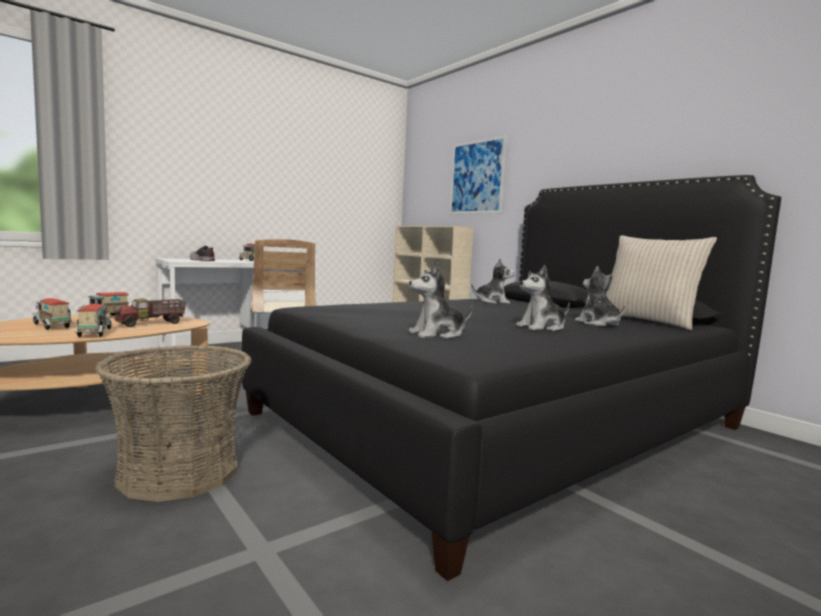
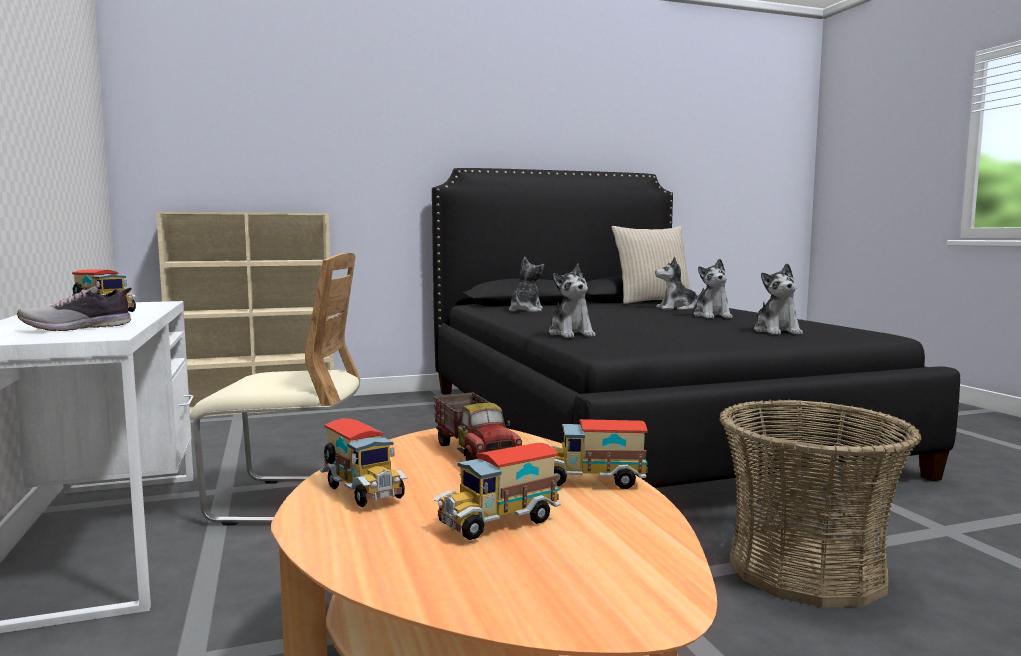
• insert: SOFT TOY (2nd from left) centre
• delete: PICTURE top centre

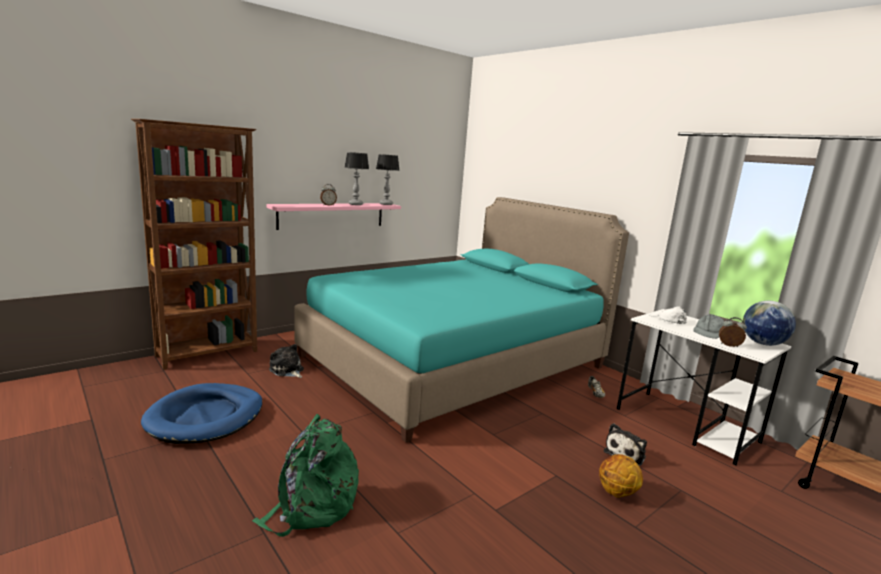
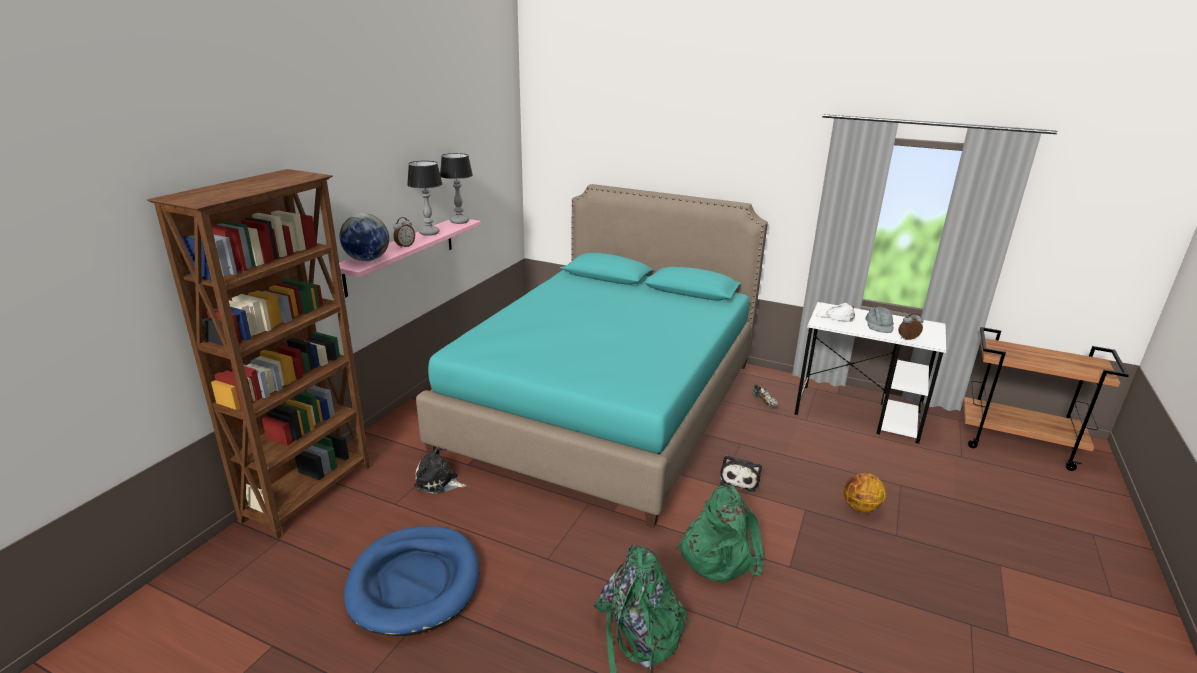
• move: DESK GLOBE middle right to middle left
• insert: GREEN RUCKSACK (2nd from left) bottom centre
• move: SOFT TOY (2nd from left) bottom right to bottom centre

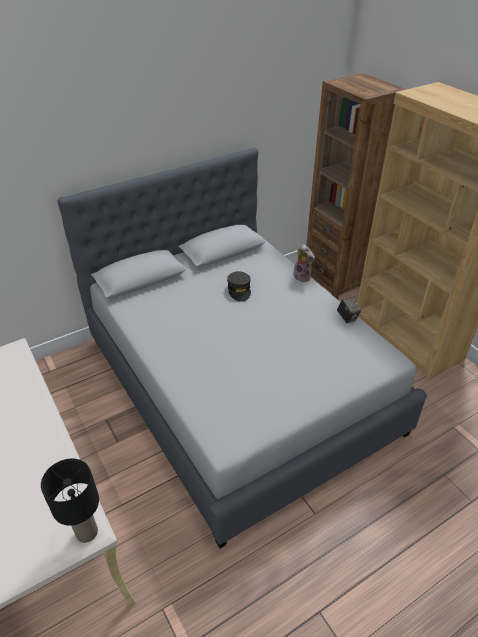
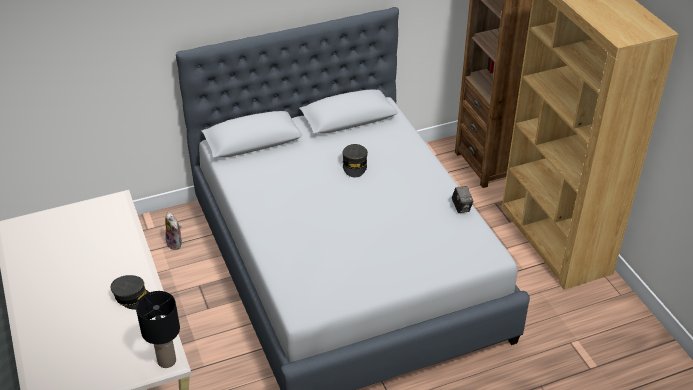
• insert: GREY PEAKED CAP (1st from left) bottom left
• move: SOFT TOY centre to middle left

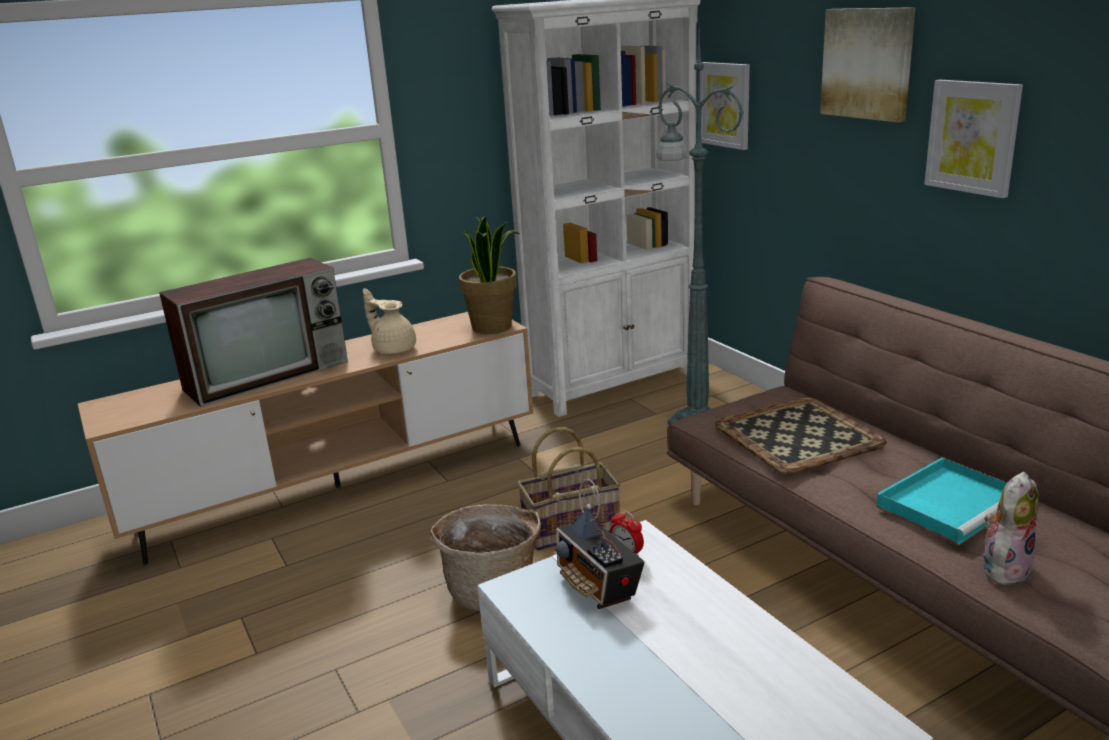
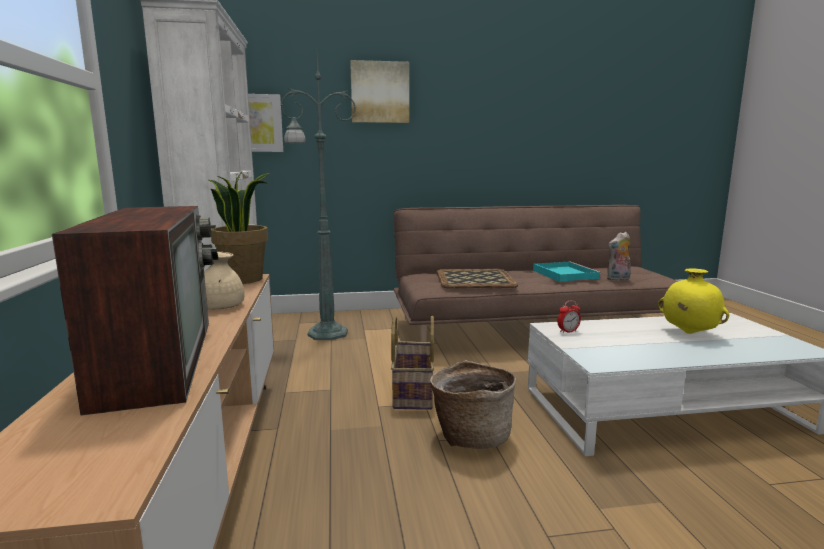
• rotate: SOFT TOY bottom right = middle right 90 degrees counterclockwise
• insert: YELLOW FLOWER VASE middle right
• delete: RADIO bottom centre
• delete: PICTURE (3rd from left) top right

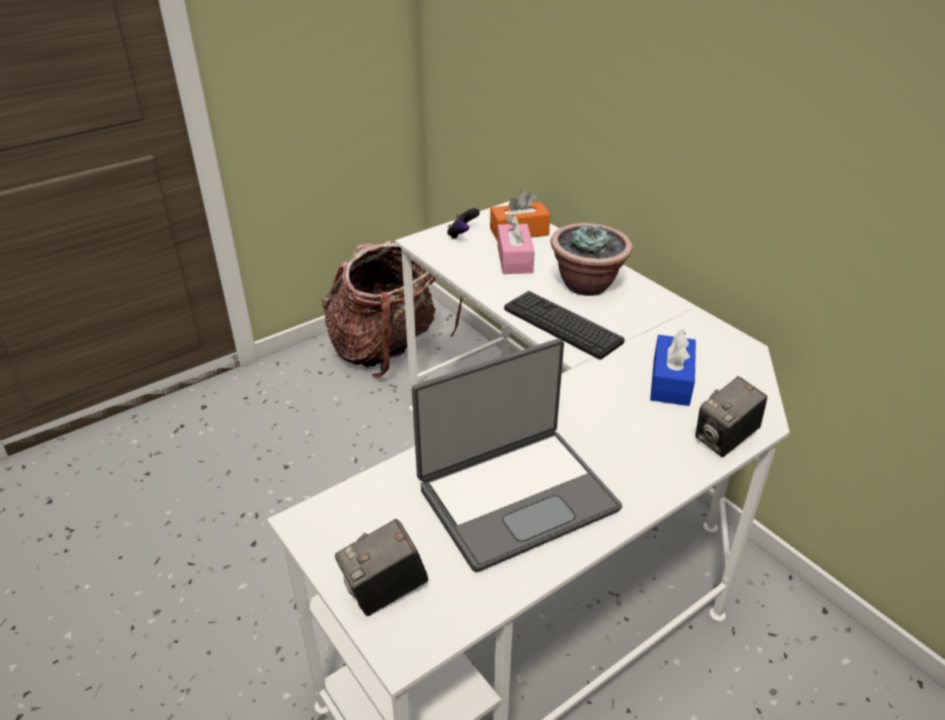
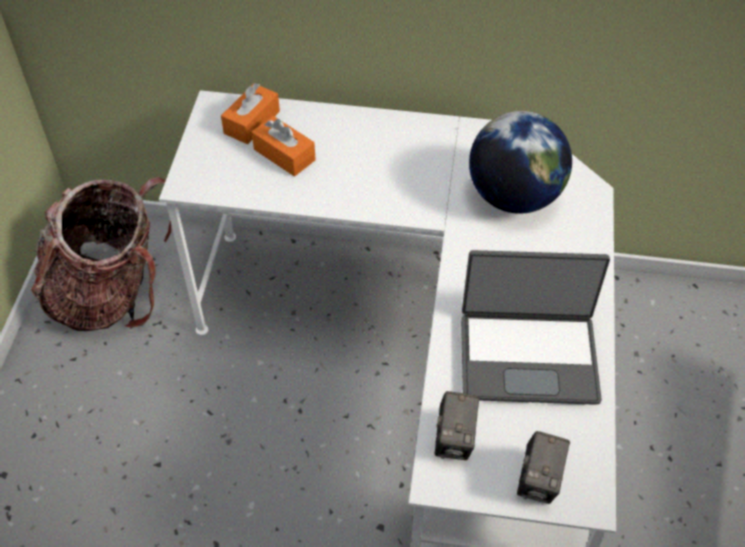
• recolor: PINK-COLOURED BOX OF TISSUES centre to ORANGEY BOX OF TISSUES (2nd from left) top centre
• move: STILL CAMERA (2nd from left in the first image) middle right to STILL CAMERA (1st from left) bottom centre
• rotate: NOTEBOOK COMPUTER centre = middle right 75 degrees clockwise
• replace: BLUE-COLOURED BOX OF TISSUES middle right to DESK GLOBE top right
• delete: GAMEPAD top centre
• delete: COMPUTER KEYBOARD centre
• delete: POTTED PLANT centre

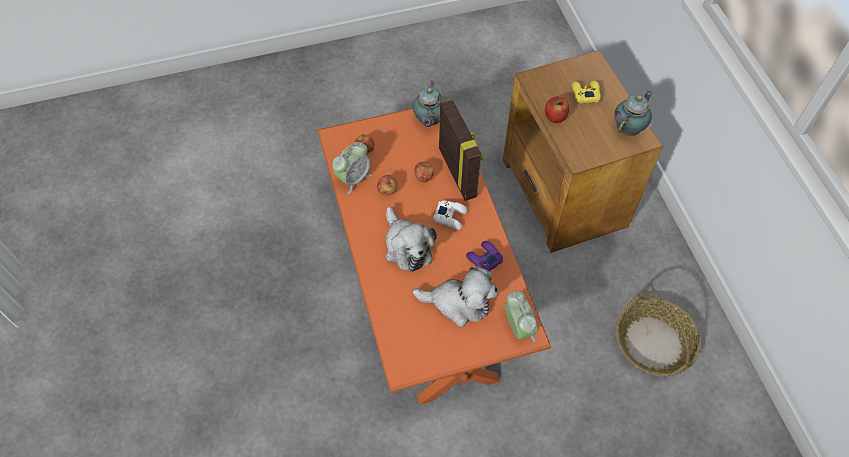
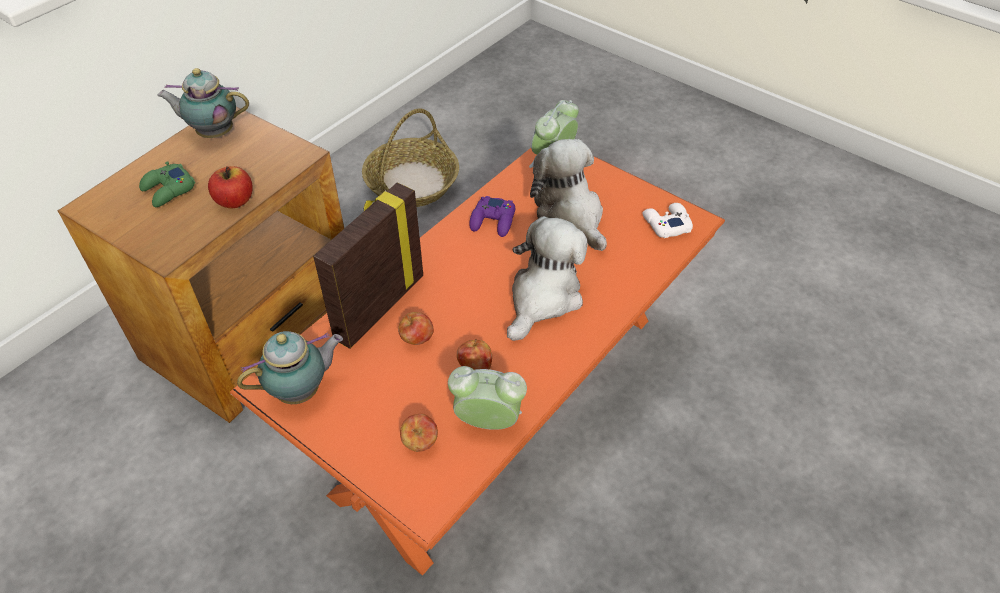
• recolor: YELLOW GAMEPAD top right to GREEN GAMEPAD top left
• move: WHITE-COLOURED GAMEPAD centre to middle right

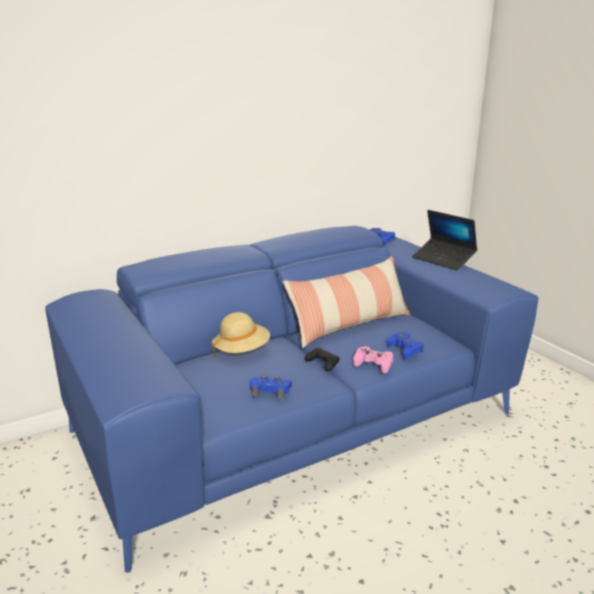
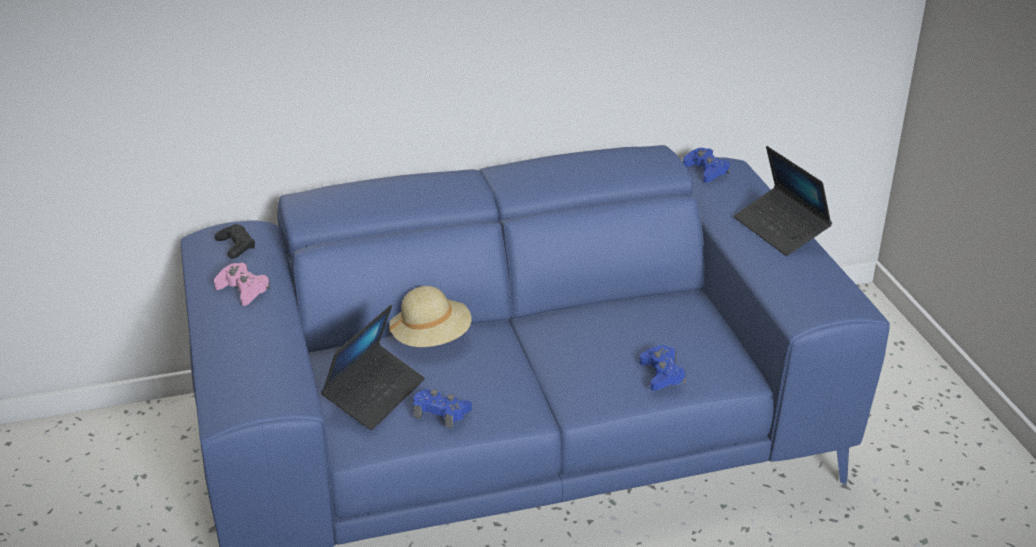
• move: PINK-COLOURED GAMEPAD centre to middle left
• move: BLACK GAMEPAD centre to middle left
• insert: NOTEBOOK COMPUTER (1st from left) bottom centre
• delete: PILLOW centre

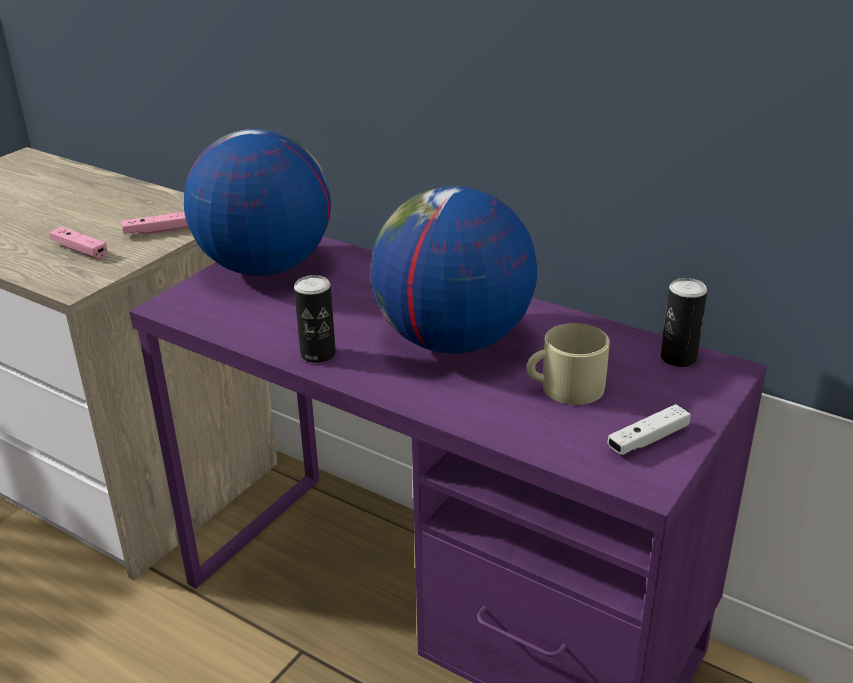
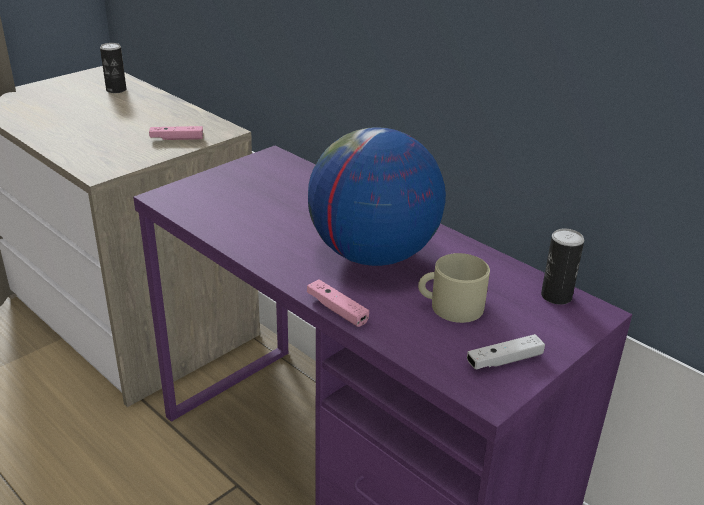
• move: CAN (1st from left) centre to top left
• move: PINK-COLOURED GAMEPAD (1st from left in the first image) middle left to PINK-COLOURED GAMEPAD (2nd from left) centre
• delete: DESK GLOBE (1st from left) top left

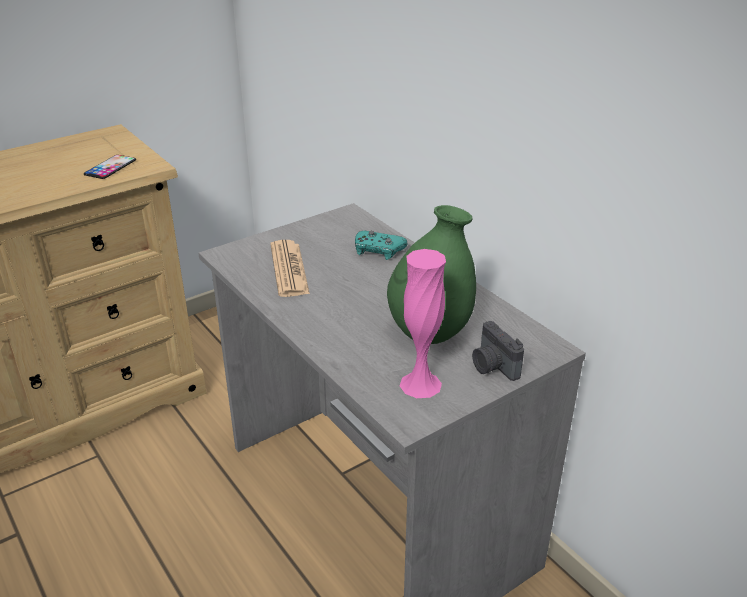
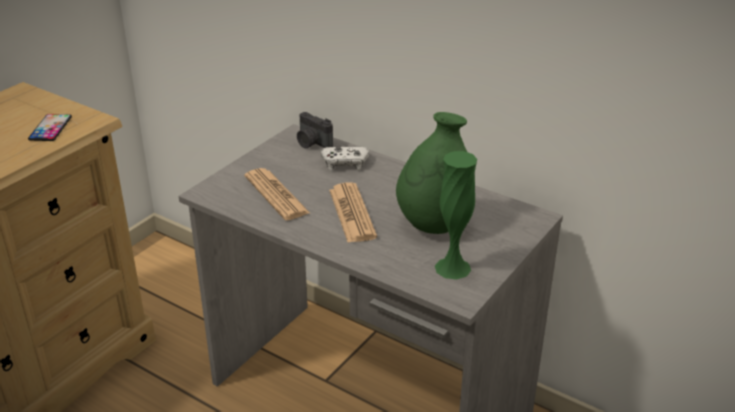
• move: STILL CAMERA middle right to top centre
• recolor: TURQUOISE-COLOURED GAMEPAD centre to WHITE-COLOURED GAMEPAD centre
• insert: NEWSPAPER (2nd from left) centre
• recolor: PINK-COLOURED FLOWER VASE centre to GREEN FLOWER VASE (2nd from left) centre

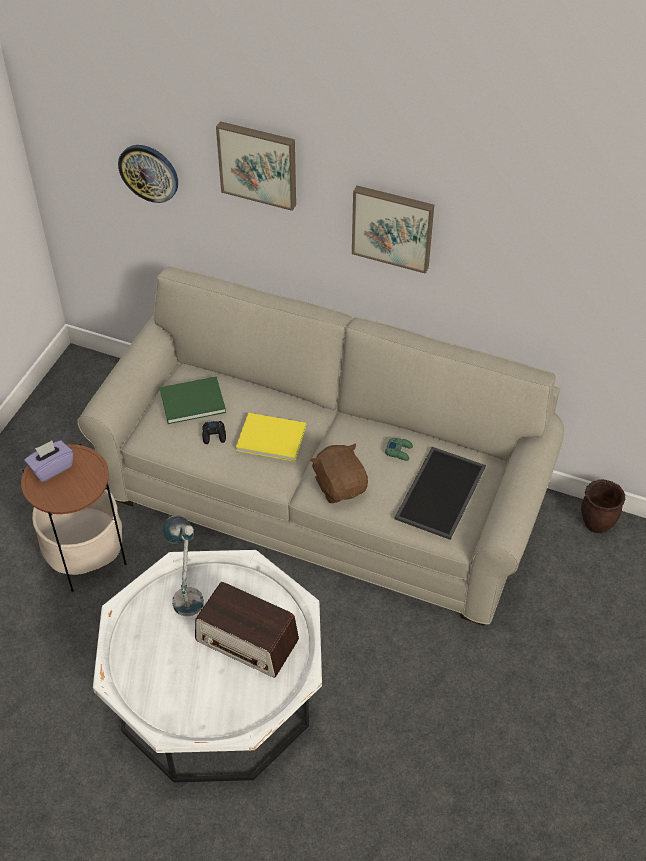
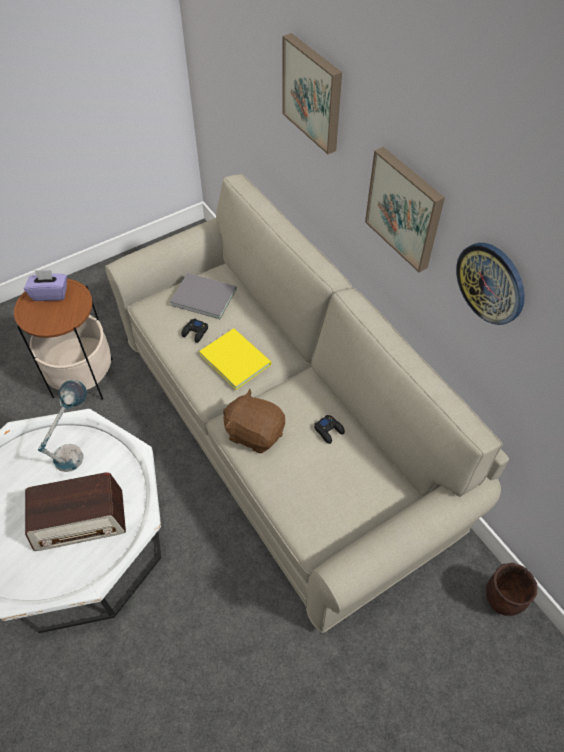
• rotate: RADIO bottom centre = bottom left 75 degrees counterclockwise
• recolor: GREEN VOLUME middle left to GREY VOLUME centre
• rotate: BROWNISH SOFT TOY centre = centre 75 degrees counterclockwise
• recolor: GREEN GAMEPAD centre to BLACK GAMEPAD (2nd from left) centre
• move: HANGING CLOCK top left to middle right
• delete: CARRYING TRAY middle right

